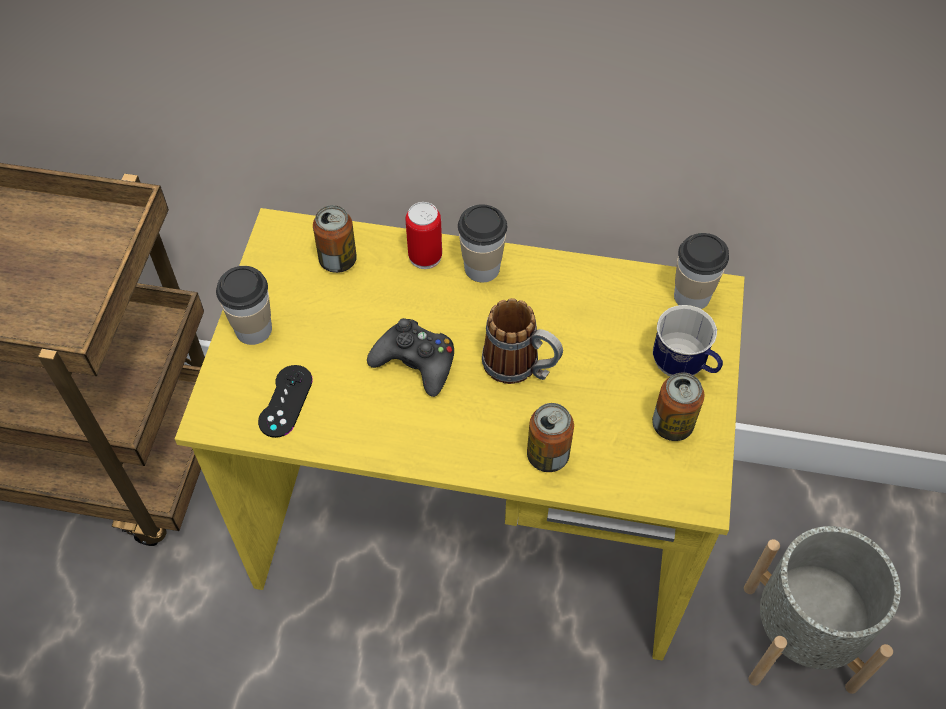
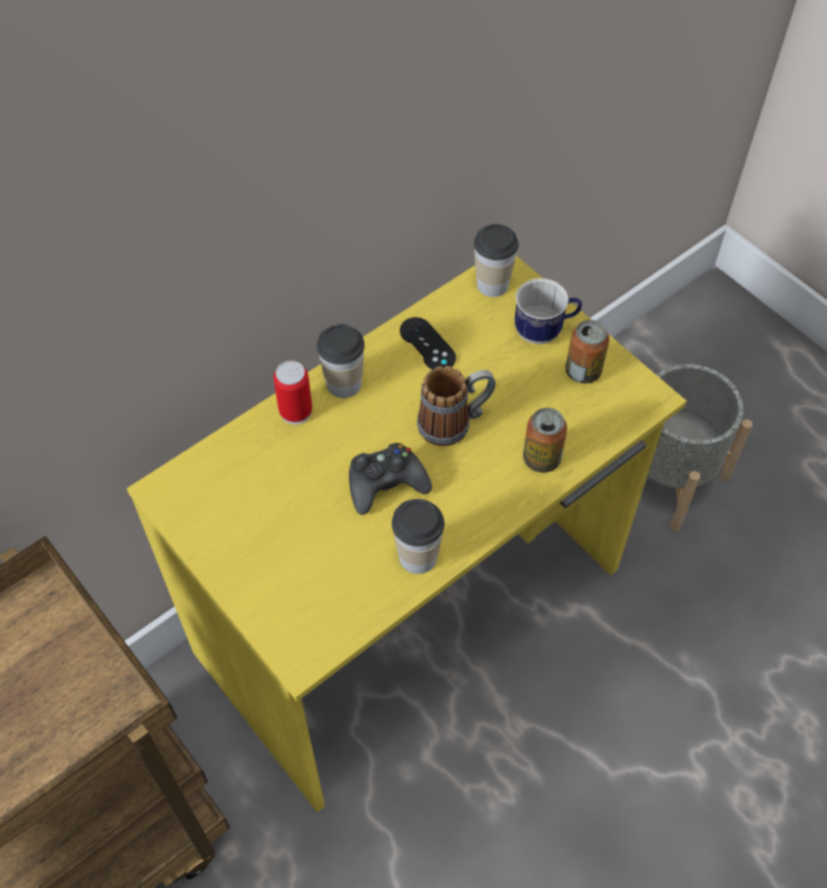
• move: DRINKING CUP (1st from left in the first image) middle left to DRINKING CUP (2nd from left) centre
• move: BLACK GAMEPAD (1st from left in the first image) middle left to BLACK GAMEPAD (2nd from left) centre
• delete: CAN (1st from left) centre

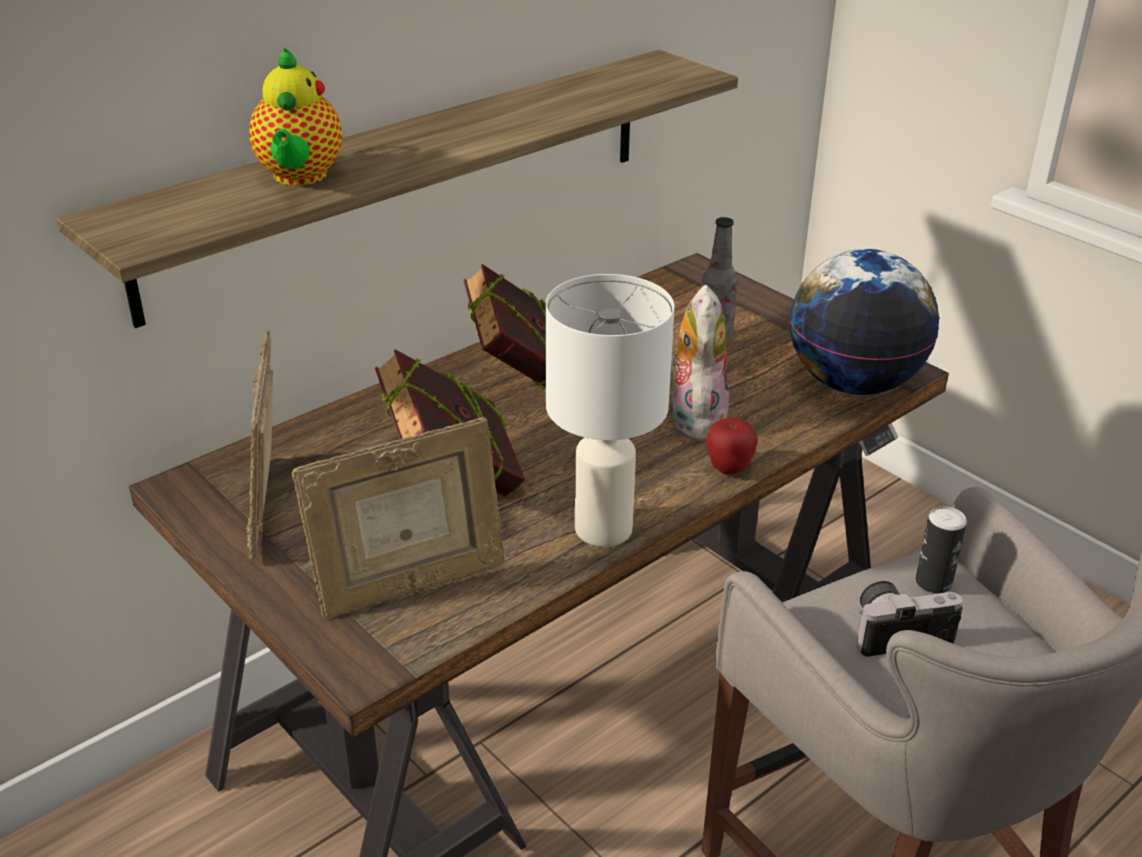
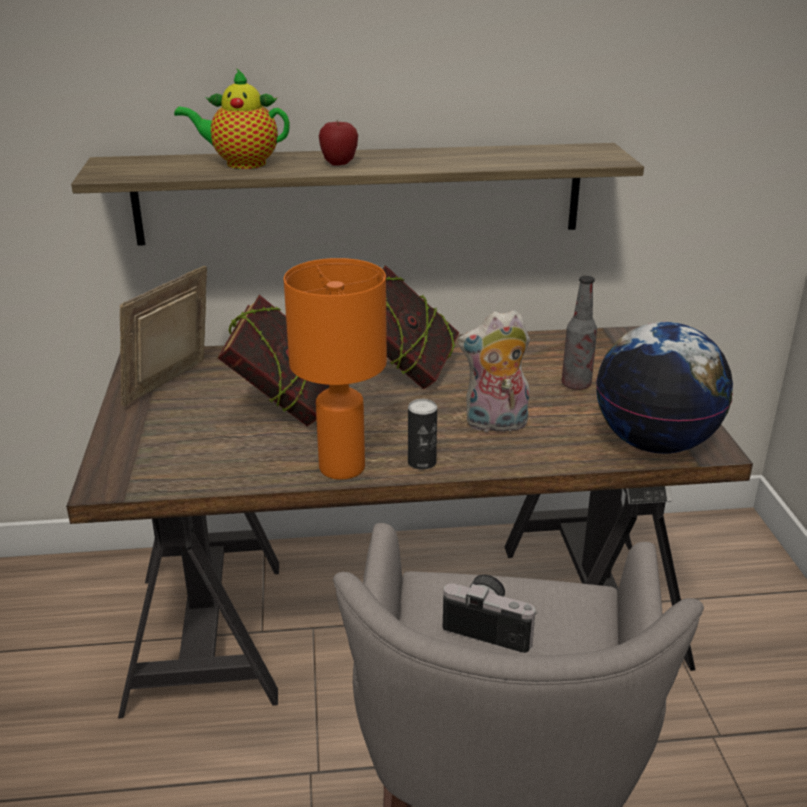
• rotate: TEAPOT top left = top left 60 degrees clockwise
• recolor: WHITE-COLOURED TABLETOP LAMP centre to ORANGEY TABLETOP LAMP centre
• move: APPLE centre to top centre
• move: CAN middle right to centre
• rotate: SOFT TOY centre = centre 135 degrees counterclockwise
• delete: PICTURE FRAME (2nd from left) centre

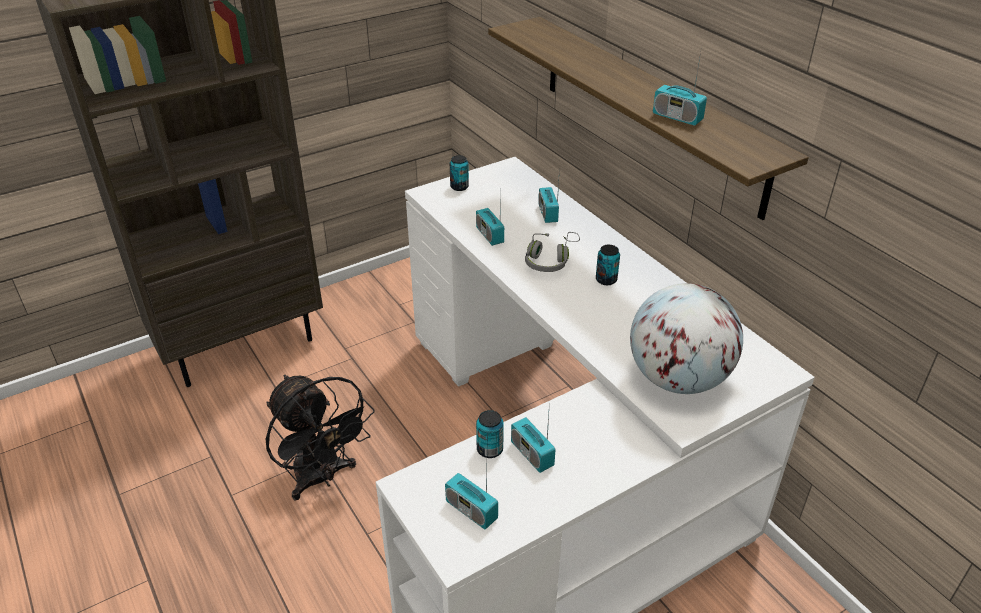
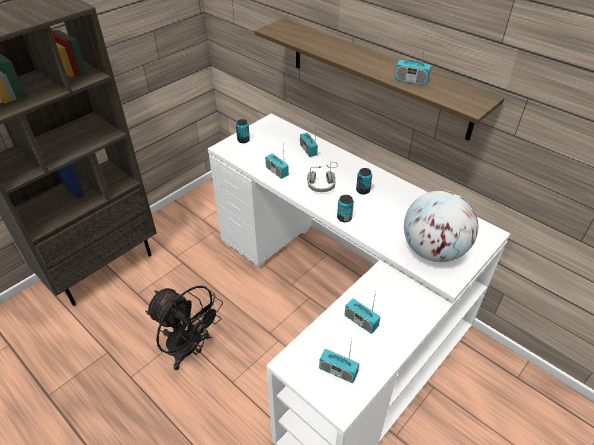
• move: CAN (2nd from left) bottom centre to centre

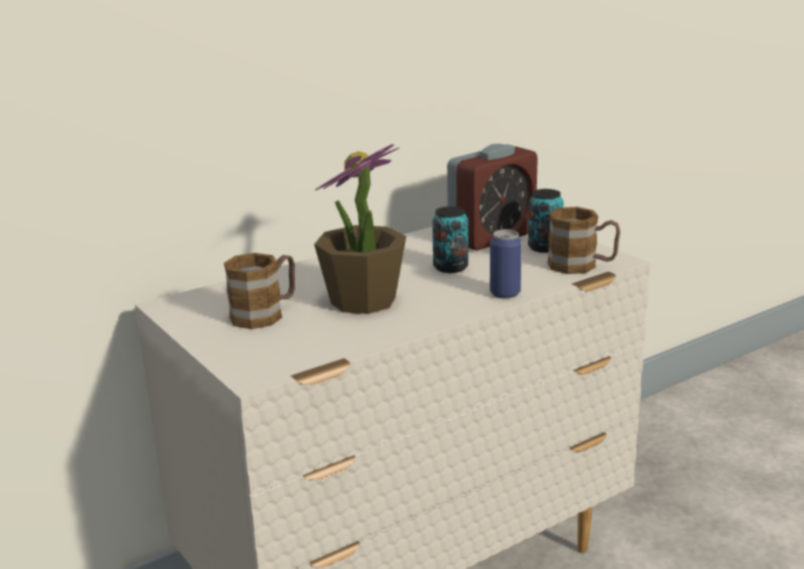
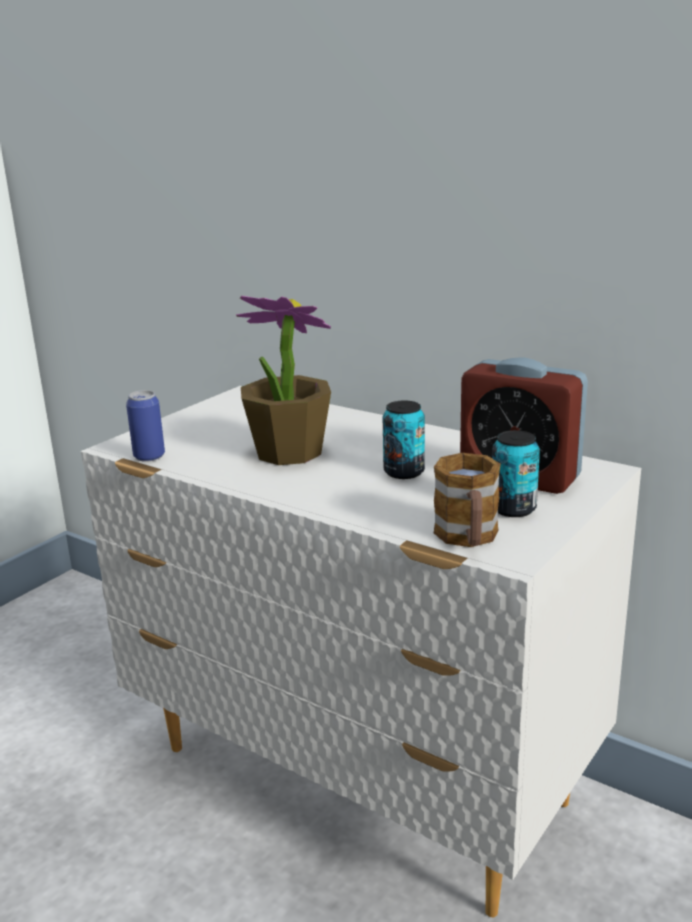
• move: CAN (2nd from left in the first image) centre to CAN (1st from left) middle left
• delete: MUG (1st from left) middle left

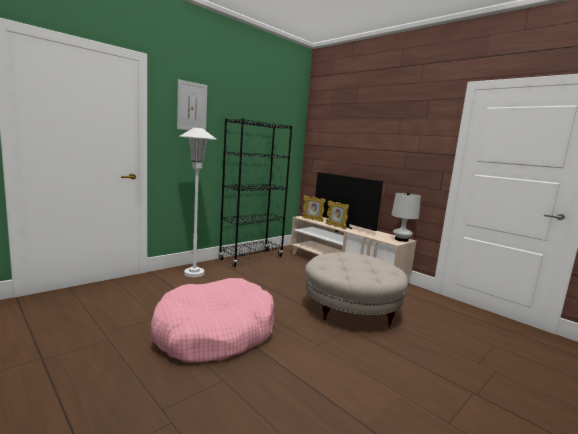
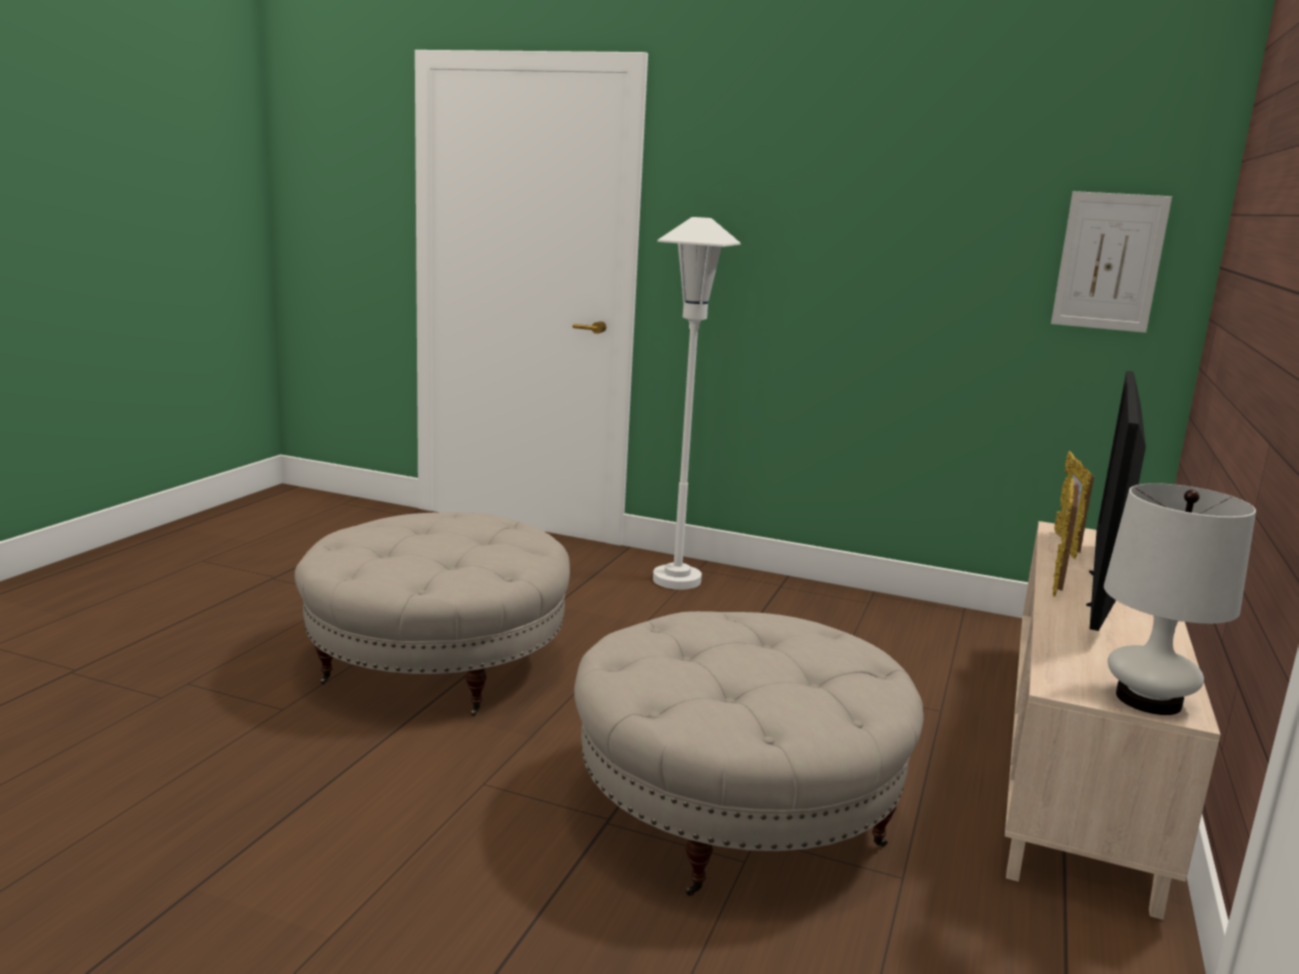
• replace: PINK-COLOURED DOG BED bottom centre to BEIGE-COLOURED OTTOMAN (1st from left) middle left
• move: PICTURE top left to top right
• delete: BLACK BOOKSHELF centre

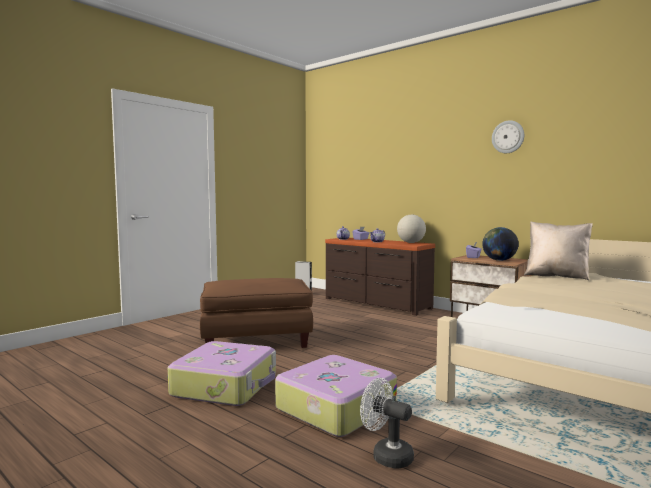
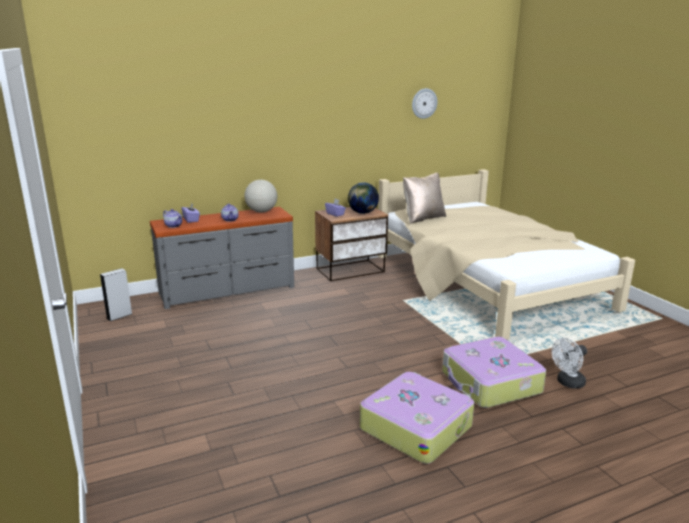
• recolor: BROWNISH CHEST OF DRAWERS centre to GREY CHEST OF DRAWERS middle left
• move: HANGING CLOCK top right to top centre
• delete: BROWNISH OTTOMAN centre

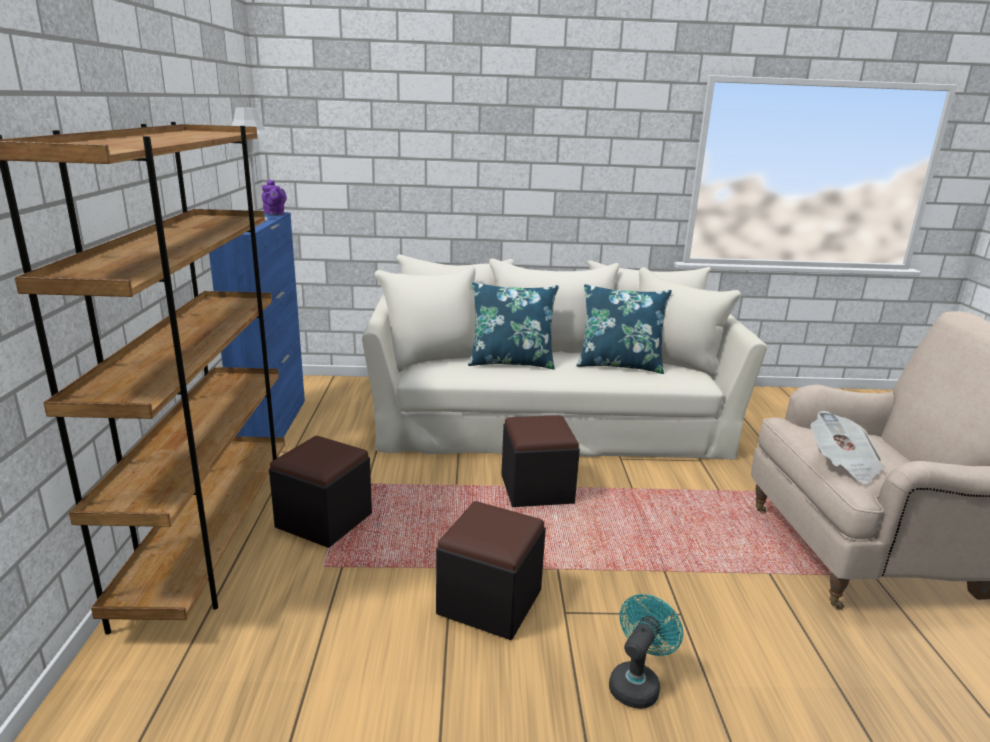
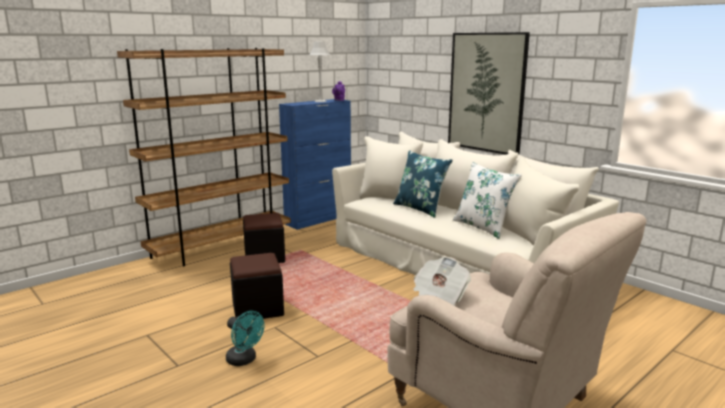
• rotate: TURQUOISE-COLOURED ELECTRIC FAN bottom centre = bottom centre 45 degrees clockwise
• insert: PICTURE top right
• recolor: BLUE-COLOURED PILLOW (2nd from left) centre to WHITE-COLOURED PILLOW middle right
• delete: BLACK OTTOMAN (3rd from left) centre

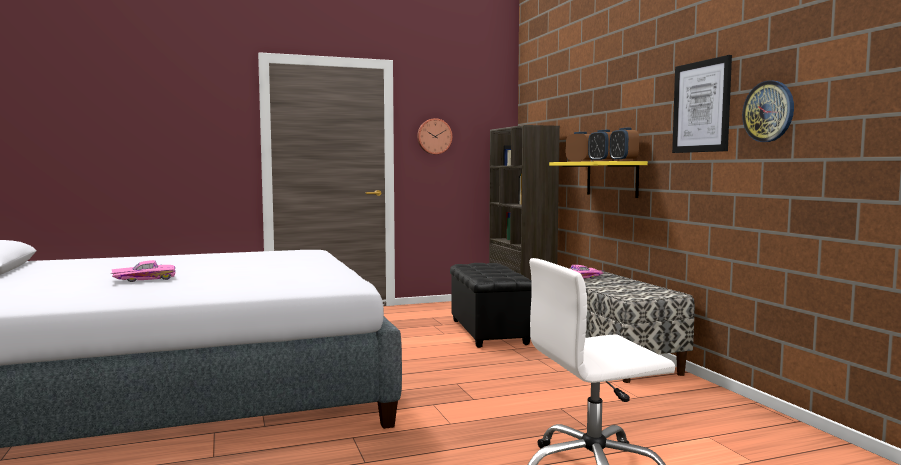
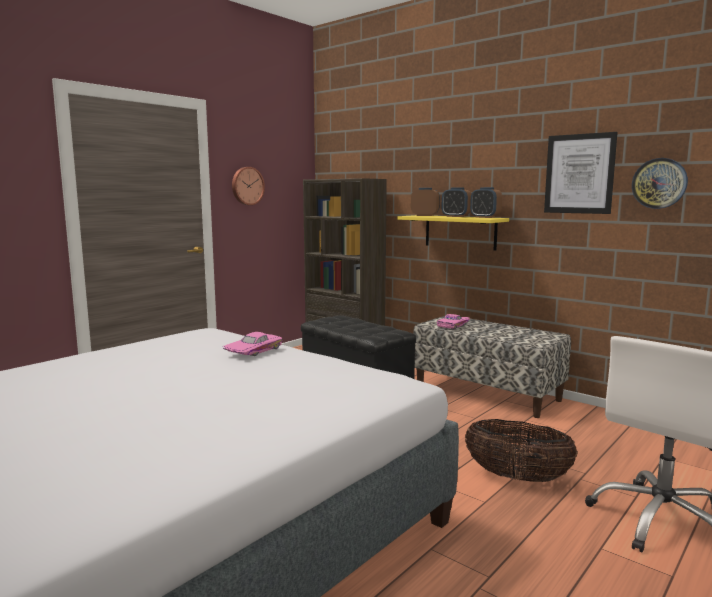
• move: PINK-COLOURED MINIATURE CAR (1st from left) middle left to centre
• insert: STORAGE BASKET bottom right

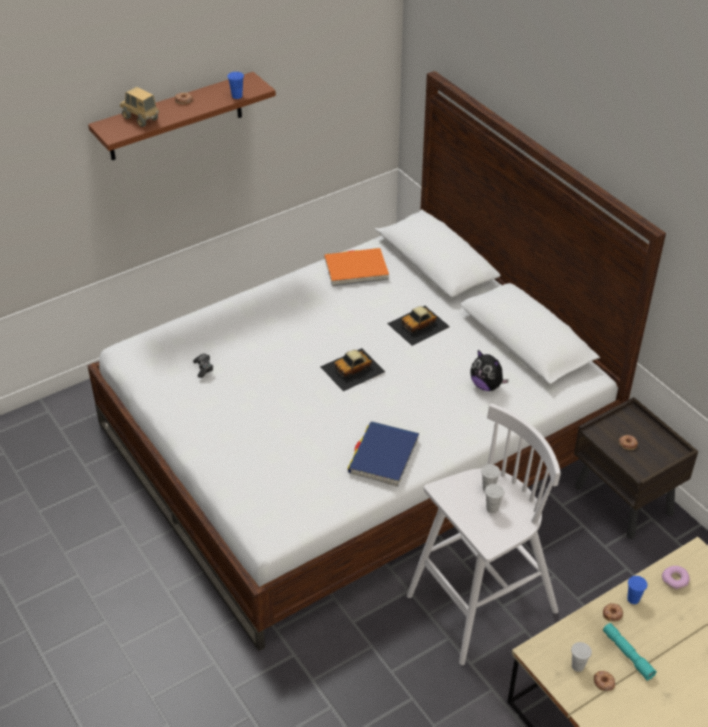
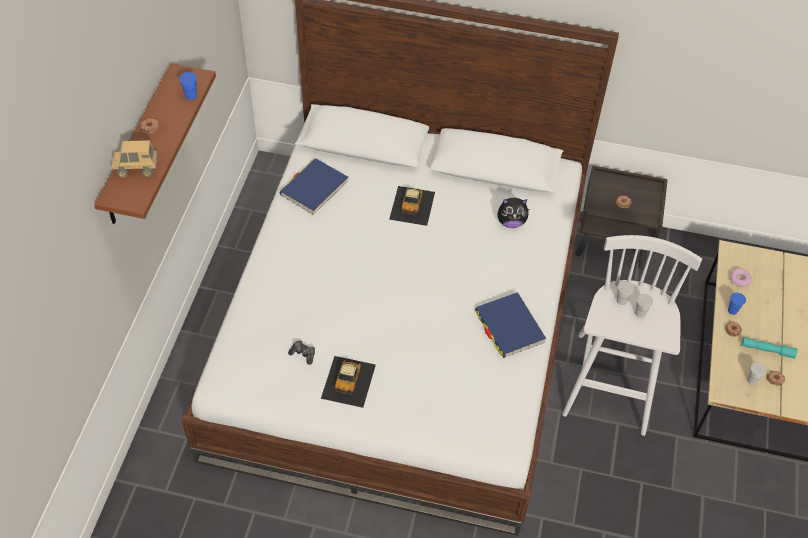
• recolor: ORANGEY VOLUME centre to BLUE-COLOURED VOLUME (1st from left) centre
• move: MINIATURE CAR (1st from left) centre to bottom centre

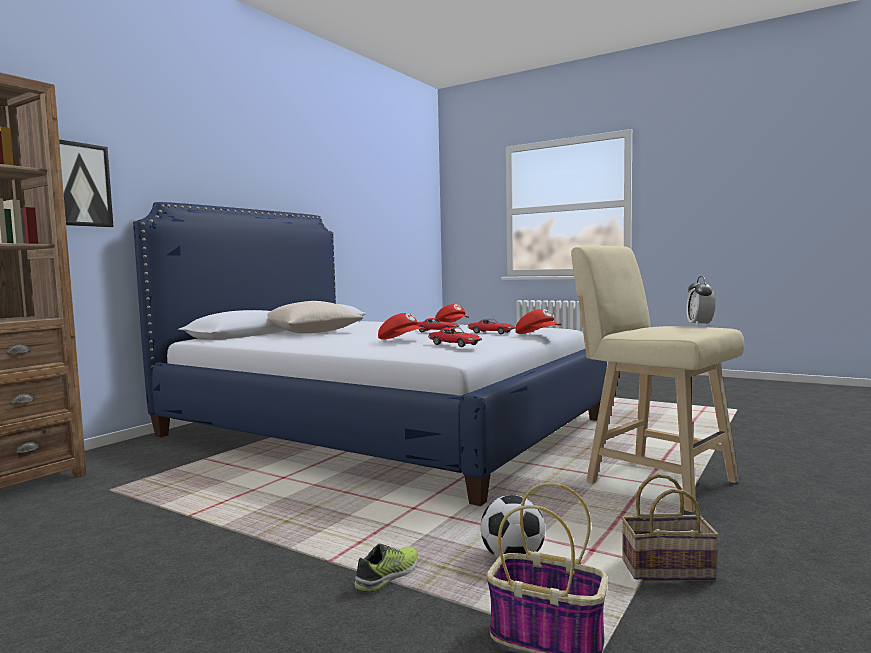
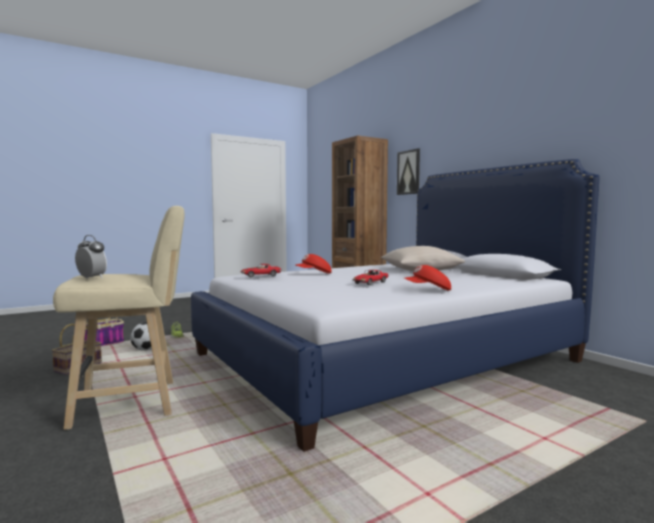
• delete: MINIATURE CAR (3rd from left) centre
• delete: RED PEAKED CAP (3rd from left) centre

